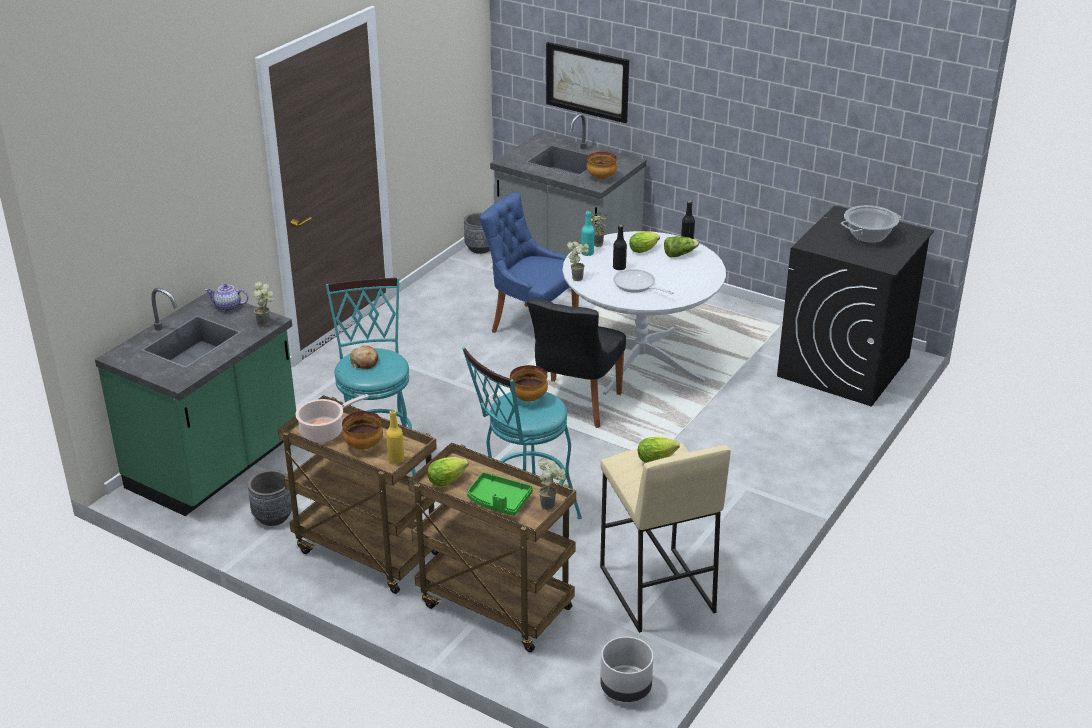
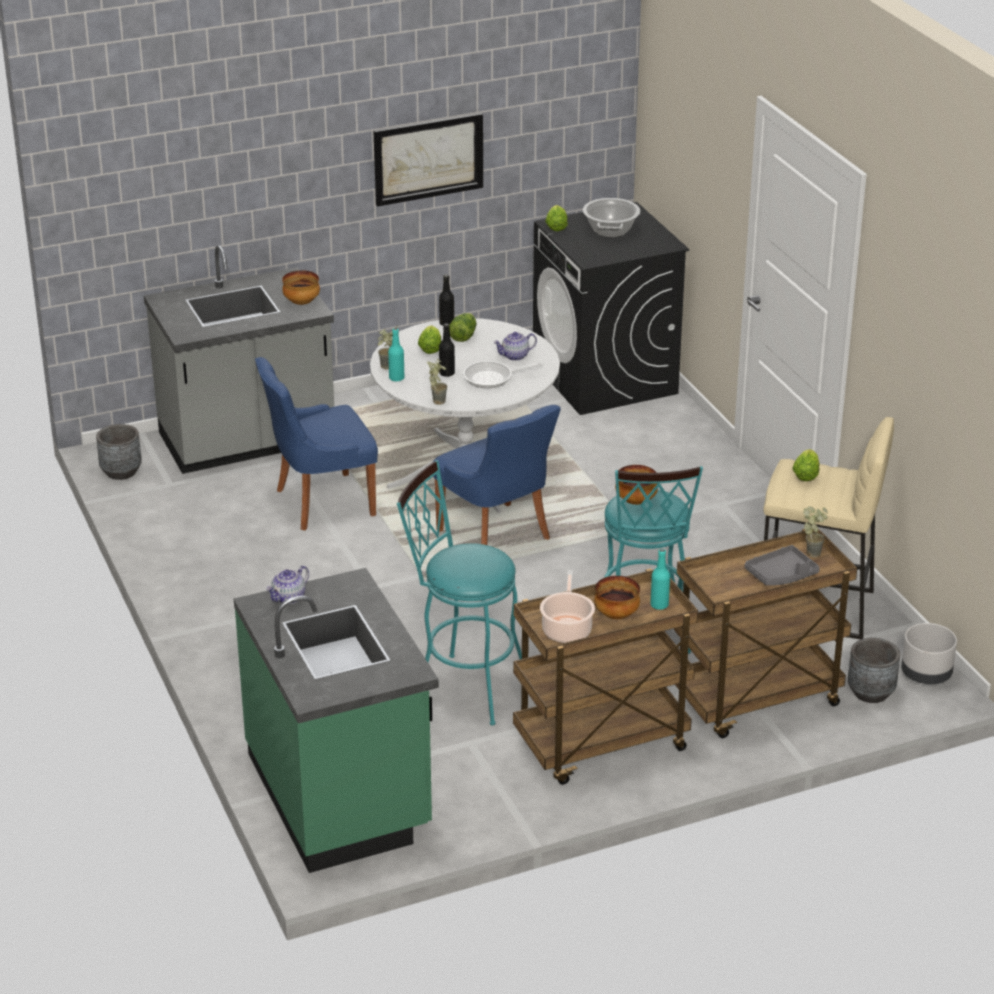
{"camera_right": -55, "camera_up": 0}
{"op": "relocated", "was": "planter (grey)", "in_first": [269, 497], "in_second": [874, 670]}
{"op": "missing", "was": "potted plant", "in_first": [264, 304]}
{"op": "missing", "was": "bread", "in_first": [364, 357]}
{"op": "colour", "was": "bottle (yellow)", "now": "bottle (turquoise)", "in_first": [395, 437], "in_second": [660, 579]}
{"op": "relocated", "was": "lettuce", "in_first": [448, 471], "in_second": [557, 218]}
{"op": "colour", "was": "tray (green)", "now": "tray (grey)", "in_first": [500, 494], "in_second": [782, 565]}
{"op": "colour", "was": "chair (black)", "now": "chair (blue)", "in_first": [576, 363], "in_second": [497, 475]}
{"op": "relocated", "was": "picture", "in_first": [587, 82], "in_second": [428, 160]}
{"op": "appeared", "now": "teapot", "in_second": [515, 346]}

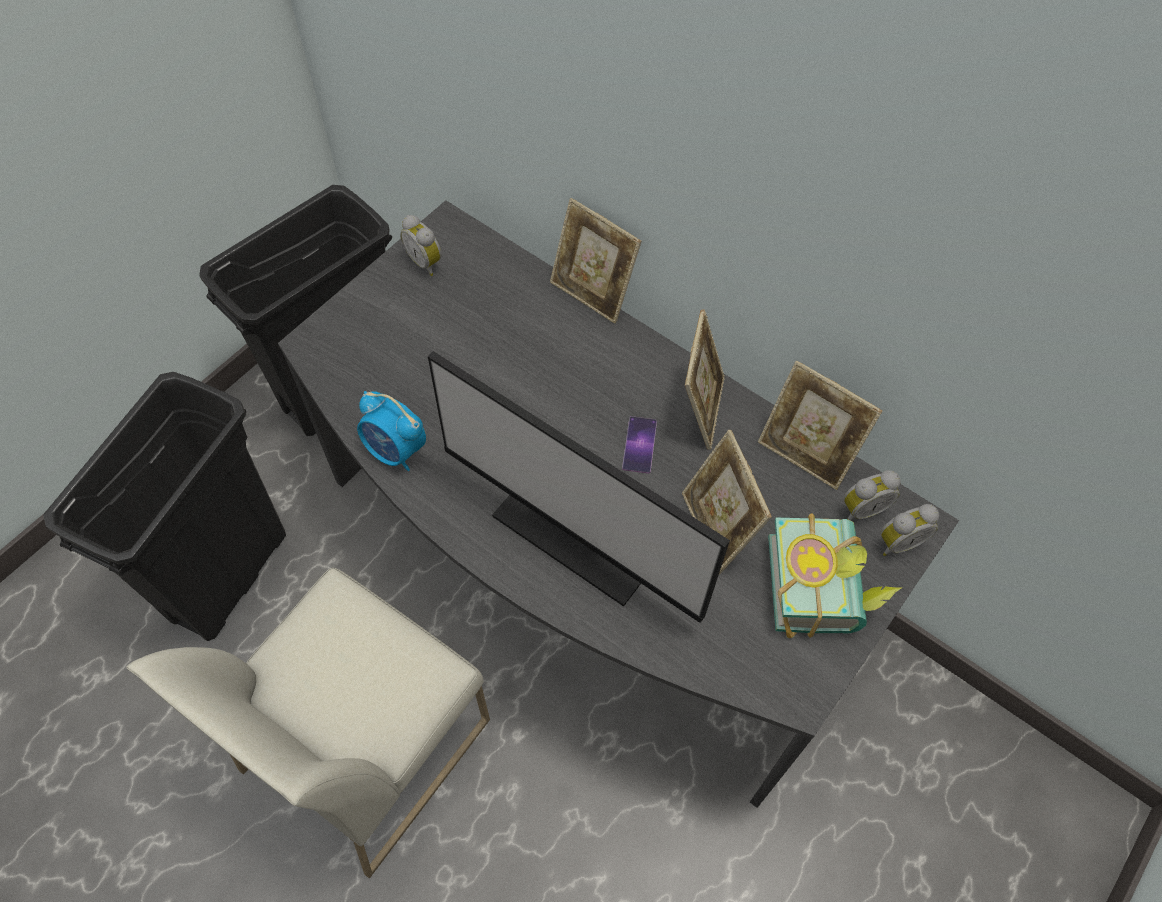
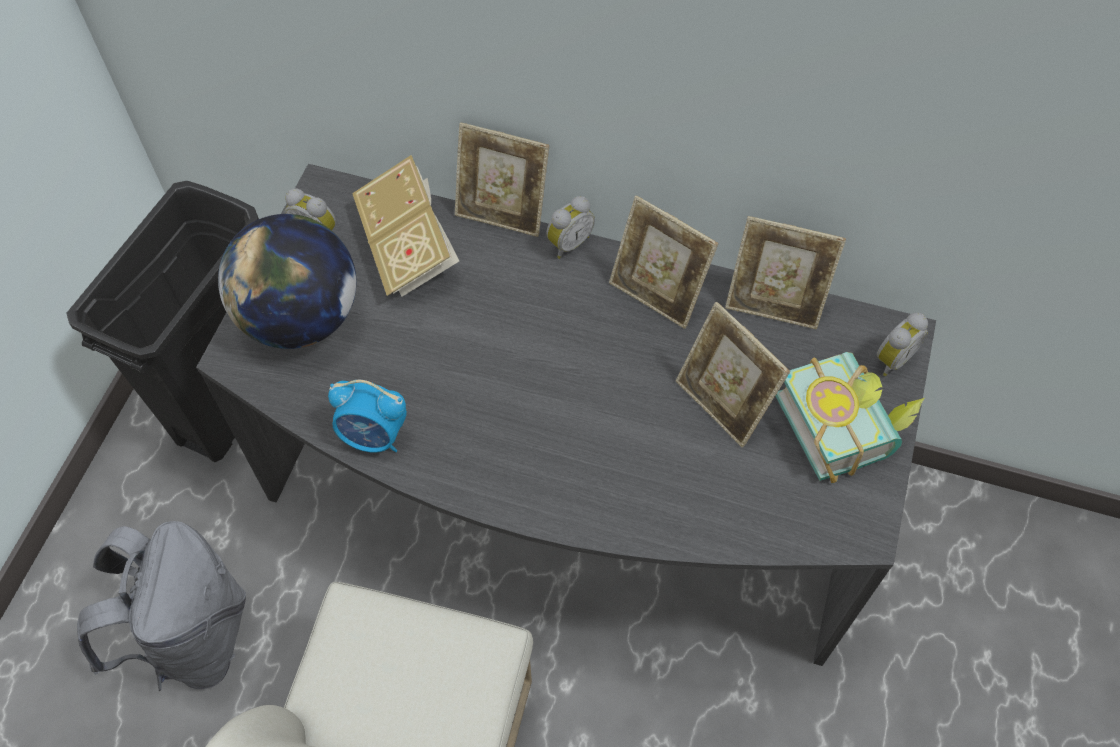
{"camera_right": -20, "camera_up": 0}
{"op": "exchanged", "was": "trash can (black)", "now": "backpack (grey)", "in_first": [164, 506], "in_second": [161, 606]}
{"op": "missing", "was": "monitor", "in_first": [579, 487]}
{"op": "missing", "was": "phone", "in_first": [639, 445]}
{"op": "spun", "was": "picture frame", "in_first": [705, 379], "in_second": [663, 262], "clockwise": 135}
{"op": "relocated", "was": "alarm clock", "in_first": [872, 495], "in_second": [571, 227]}
{"op": "appeared", "now": "globe", "in_second": [287, 281]}
{"op": "appeared", "now": "book", "in_second": [405, 226]}

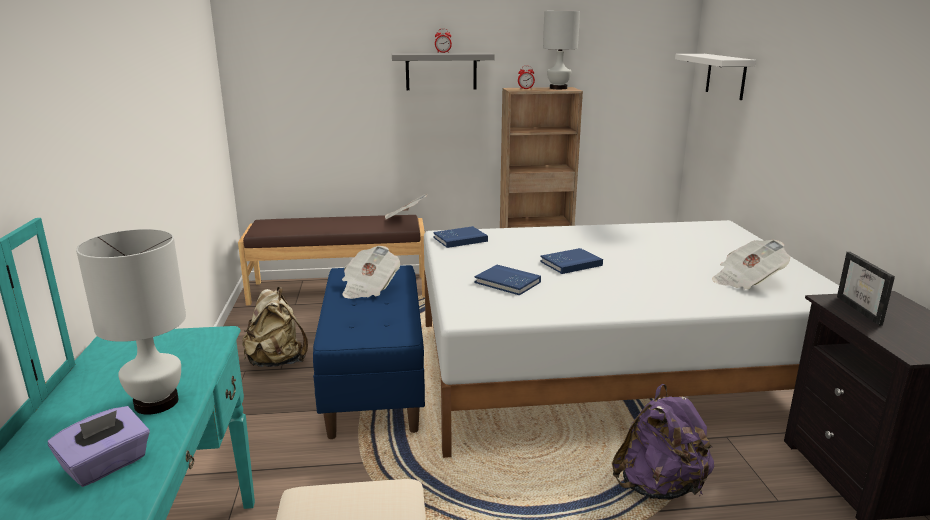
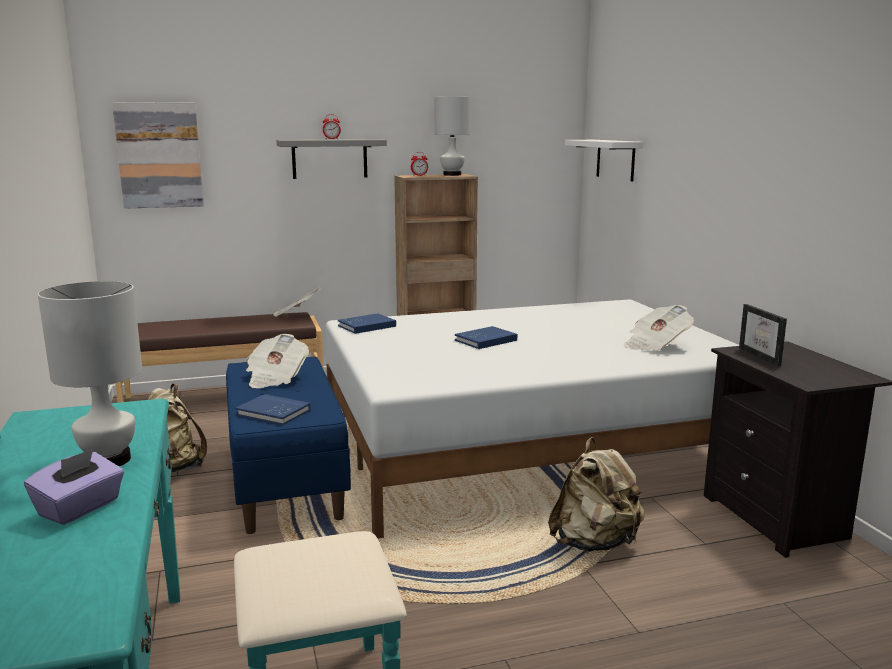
{"camera_right": -10, "camera_up": -5}
{"op": "relocated", "was": "book (blue)", "in_first": [508, 280], "in_second": [273, 409]}
{"op": "colour", "was": "backpack (purple)", "now": "backpack (beige)", "in_first": [663, 442], "in_second": [596, 494]}
{"op": "appeared", "now": "picture", "in_second": [158, 155]}

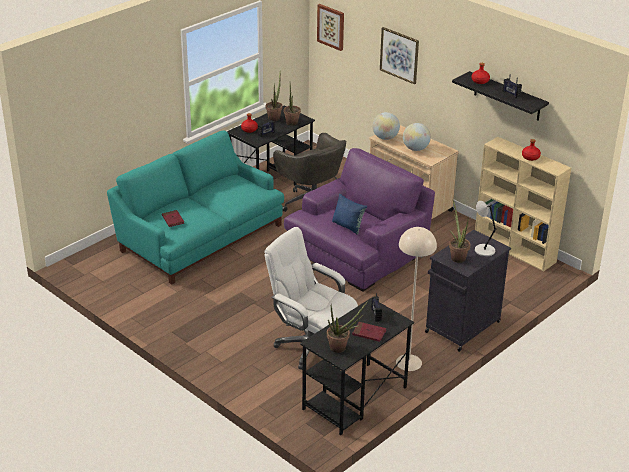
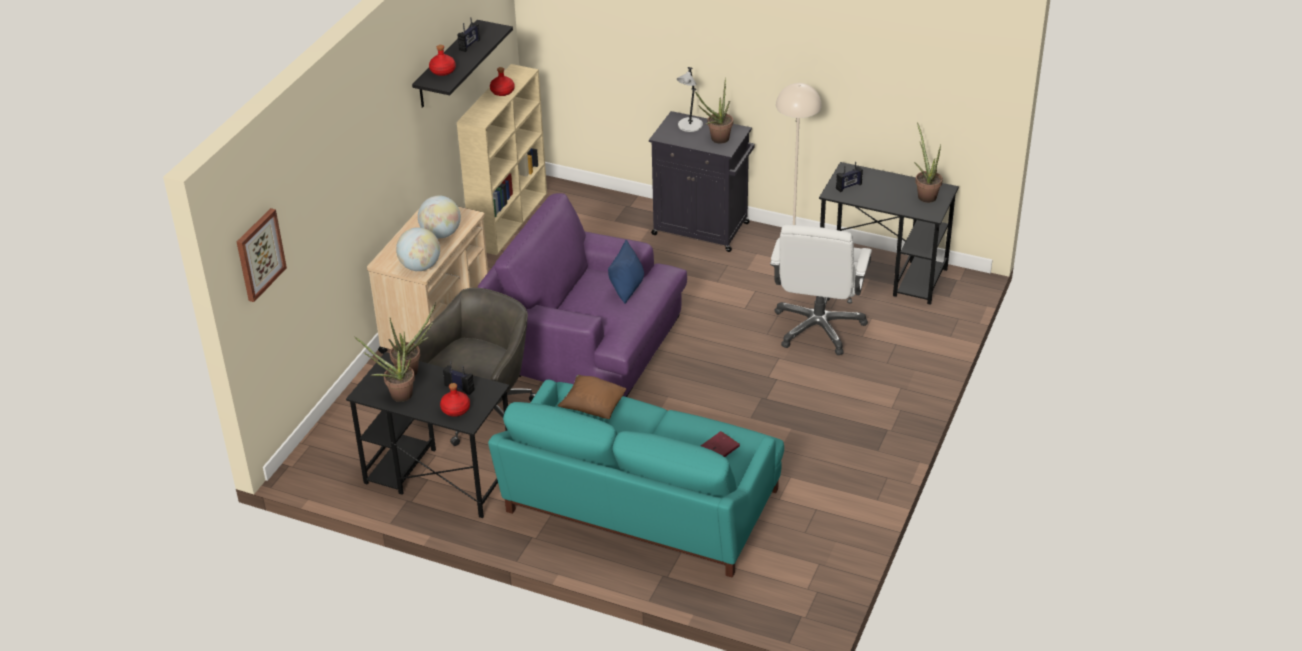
{"camera_right": -110, "camera_up": 5}
{"op": "missing", "was": "book (red)", "in_first": [369, 332]}
{"op": "missing", "was": "picture", "in_first": [399, 55]}
{"op": "appeared", "now": "pillow (brown)", "in_second": [592, 397]}

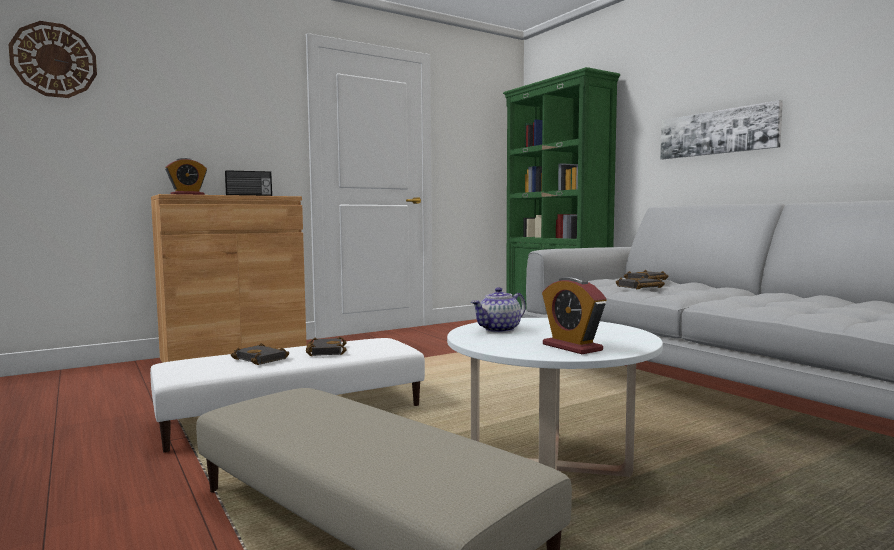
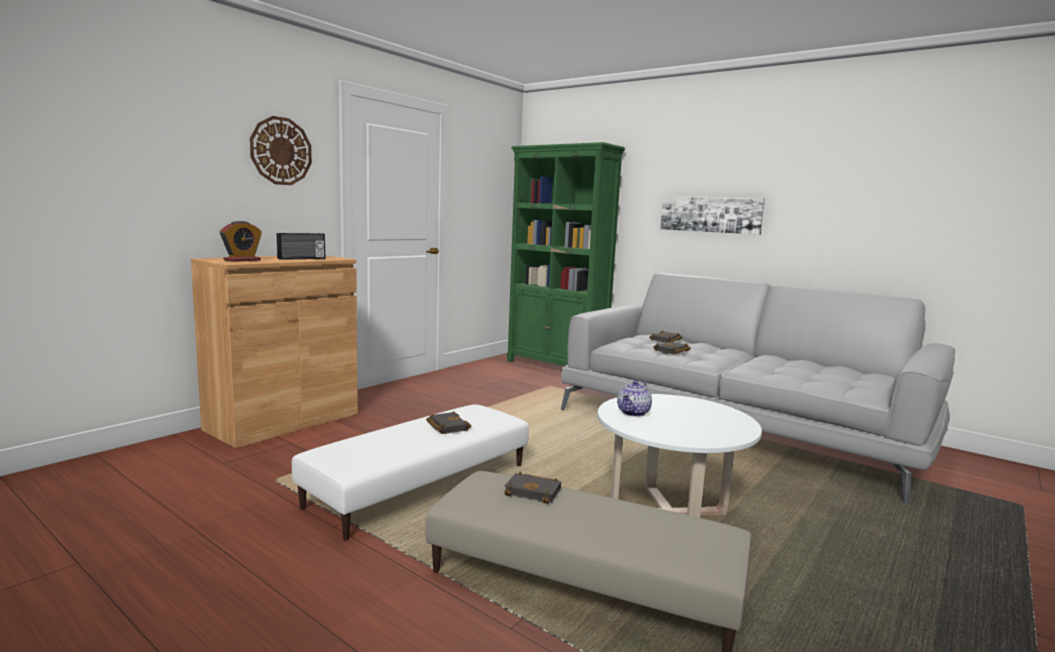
{"camera_right": -20, "camera_up": 5}
{"op": "relocated", "was": "wall clock", "in_first": [52, 59], "in_second": [281, 150]}
{"op": "relocated", "was": "book (black)", "in_first": [260, 354], "in_second": [532, 488]}
{"op": "missing", "was": "alarm clock", "in_first": [574, 315]}

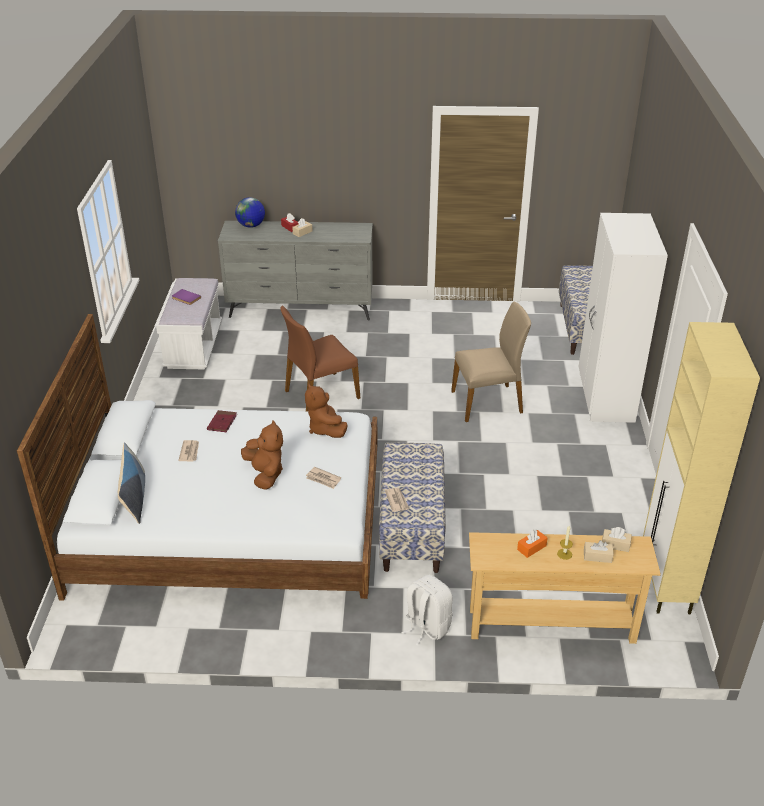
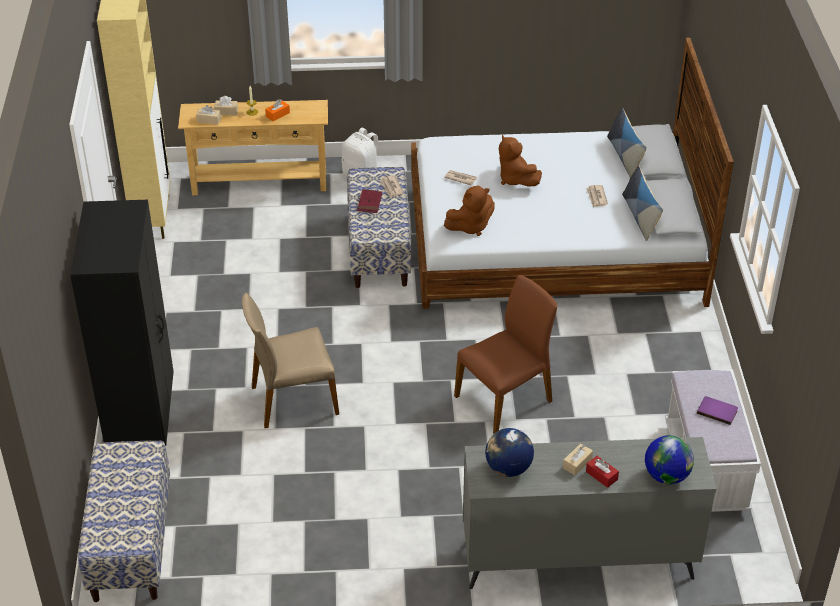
{"camera_right": 175, "camera_up": 5}
{"op": "relocated", "was": "book (red)", "in_first": [222, 421], "in_second": [369, 201]}
{"op": "spun", "was": "plush toy (brown)", "in_first": [326, 410], "in_second": [469, 211], "clockwise": 90}
{"op": "colour", "was": "wardrobe (white)", "now": "wardrobe (black)", "in_first": [623, 318], "in_second": [122, 323]}
{"op": "appeared", "now": "globe", "in_second": [509, 452]}
{"op": "appeared", "now": "pillow", "in_second": [642, 203]}

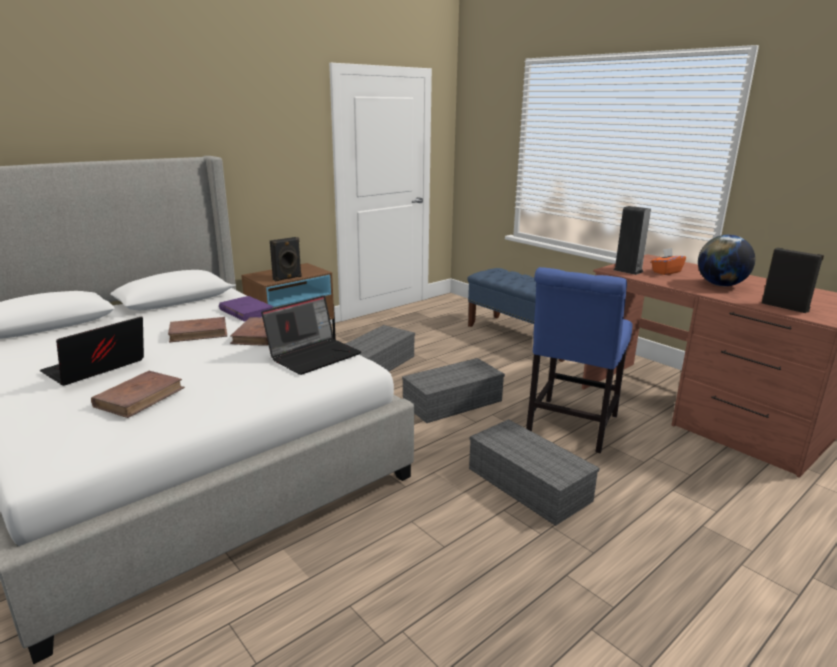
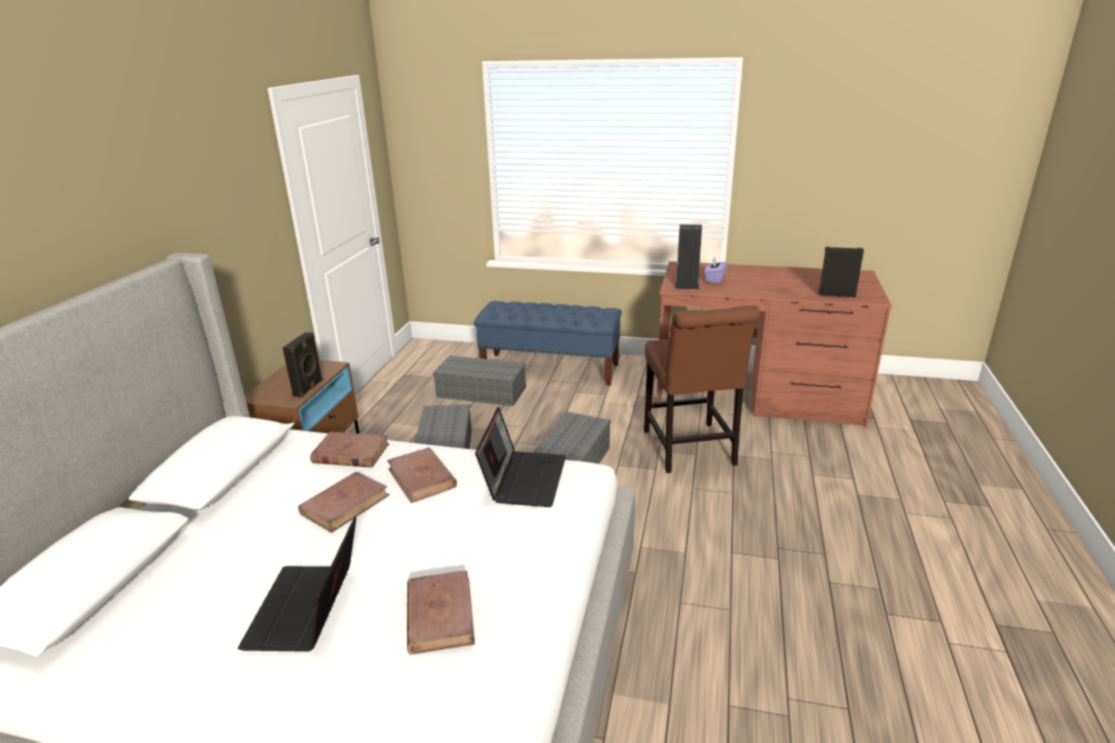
{"camera_right": -35, "camera_up": 5}
{"op": "colour", "was": "book (purple)", "now": "book (brown)", "in_first": [246, 309], "in_second": [349, 450]}
{"op": "relocated", "was": "storage box (grey)", "in_first": [534, 472], "in_second": [479, 380]}
{"op": "colour", "was": "chair (blue)", "now": "chair (brown)", "in_first": [579, 360], "in_second": [702, 389]}
{"op": "colour", "was": "tissue box (orange)", "now": "tissue box (purple)", "in_first": [668, 261], "in_second": [715, 270]}
{"op": "missing", "was": "globe", "in_first": [726, 260]}

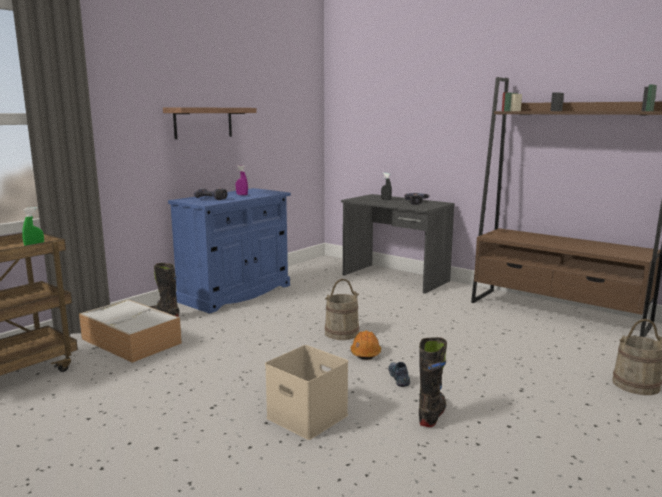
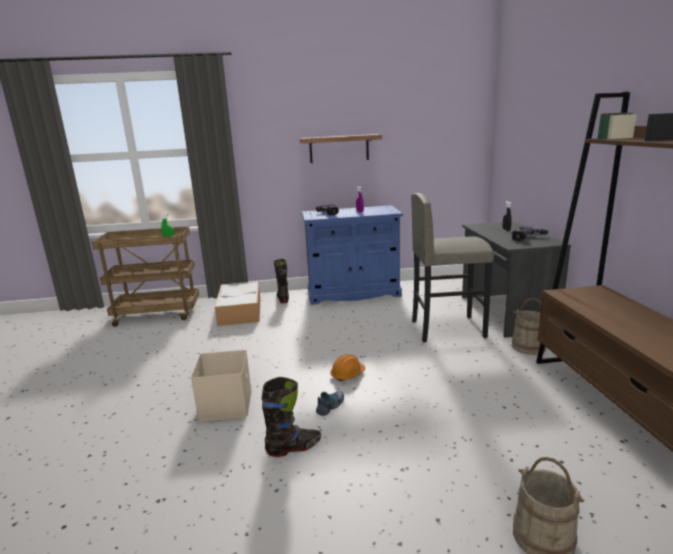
{"camera_right": 45, "camera_up": 5}
{"op": "relocated", "was": "bucket (beige)", "in_first": [342, 309], "in_second": [529, 326]}
{"op": "appeared", "now": "stool (grey)", "in_second": [452, 267]}

